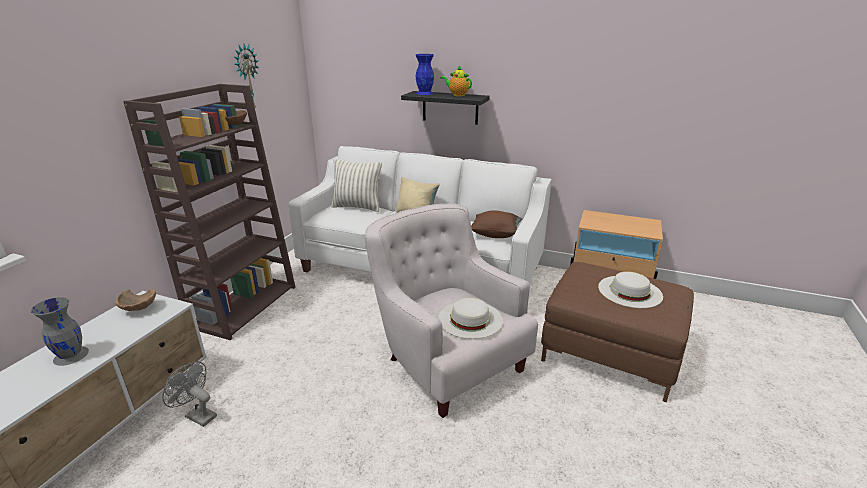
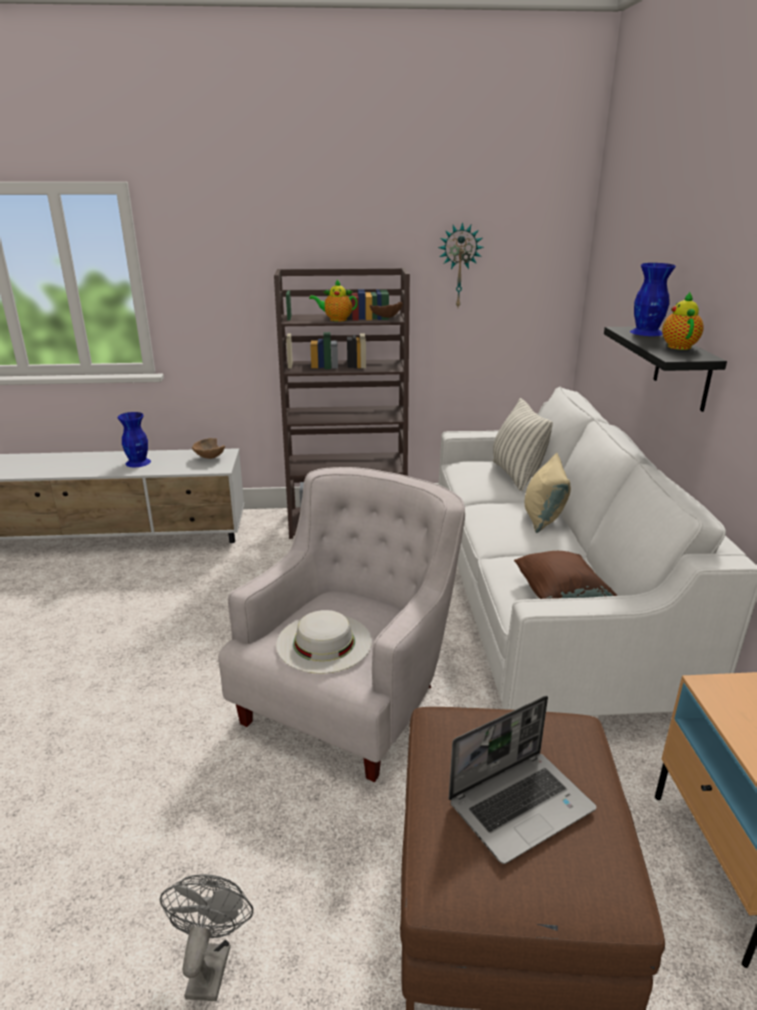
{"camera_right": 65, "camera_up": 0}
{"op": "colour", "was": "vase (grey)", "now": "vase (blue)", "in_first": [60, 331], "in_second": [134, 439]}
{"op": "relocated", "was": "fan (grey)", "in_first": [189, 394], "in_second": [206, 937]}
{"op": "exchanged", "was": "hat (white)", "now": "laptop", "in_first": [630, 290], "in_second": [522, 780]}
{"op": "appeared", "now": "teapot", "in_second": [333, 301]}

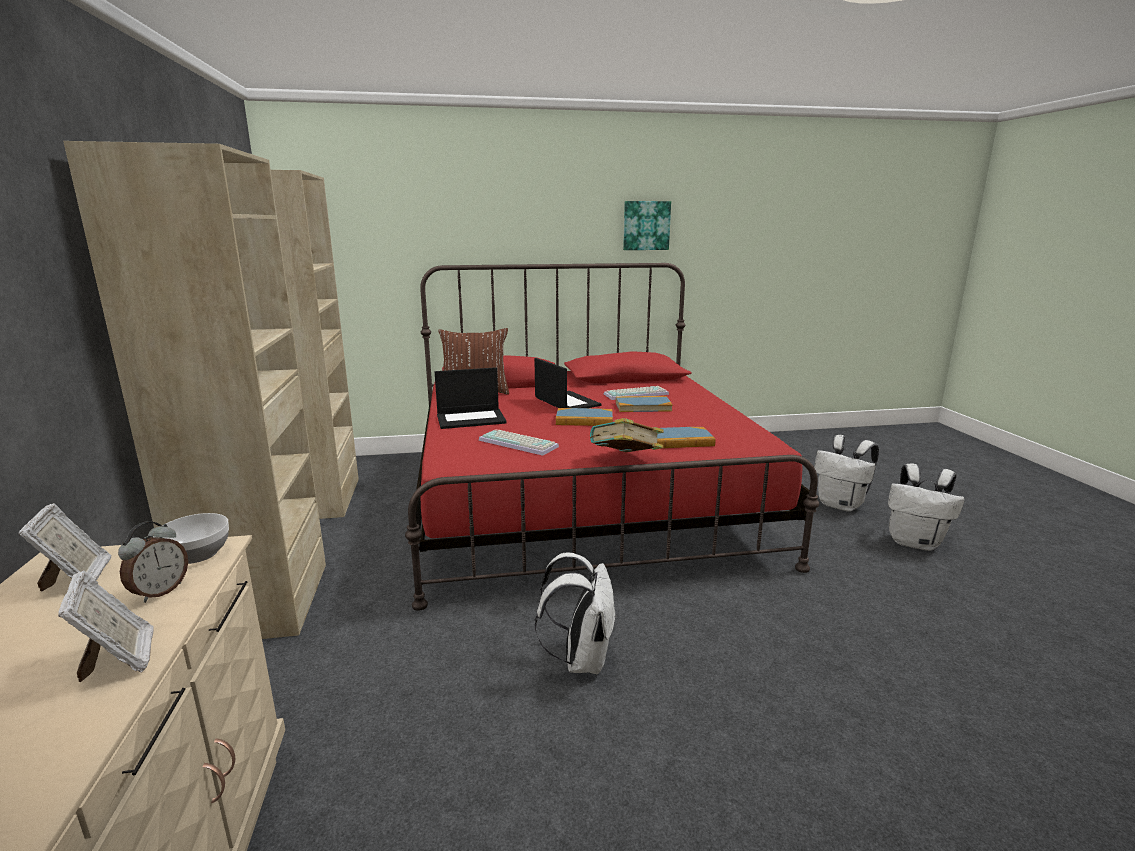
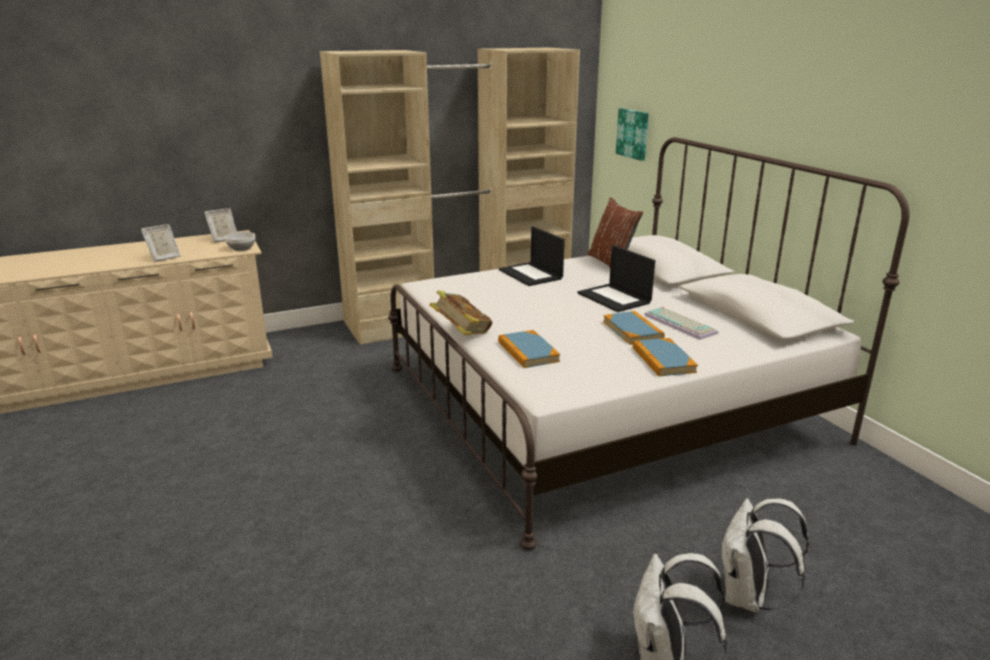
{"camera_right": 75, "camera_up": 5}
{"op": "missing", "was": "alarm clock", "in_first": [153, 562]}
{"op": "colour", "was": "bed (red)", "now": "bed (white)", "in_first": [612, 437], "in_second": [649, 343]}
{"op": "missing", "was": "keyboard", "in_first": [519, 442]}
{"op": "spun", "was": "laptop", "in_first": [567, 383], "in_second": [616, 278], "clockwise": 105}
{"op": "missing", "was": "backpack (white)", "in_first": [575, 613]}
{"op": "relocated", "was": "book", "in_first": [584, 417], "in_second": [665, 357]}
{"op": "relocated", "was": "picture", "in_first": [647, 225], "in_second": [632, 134]}

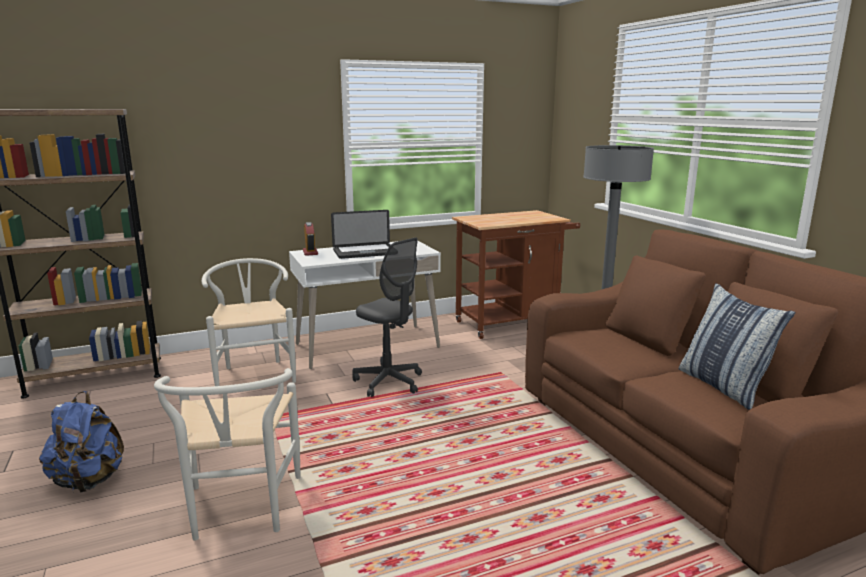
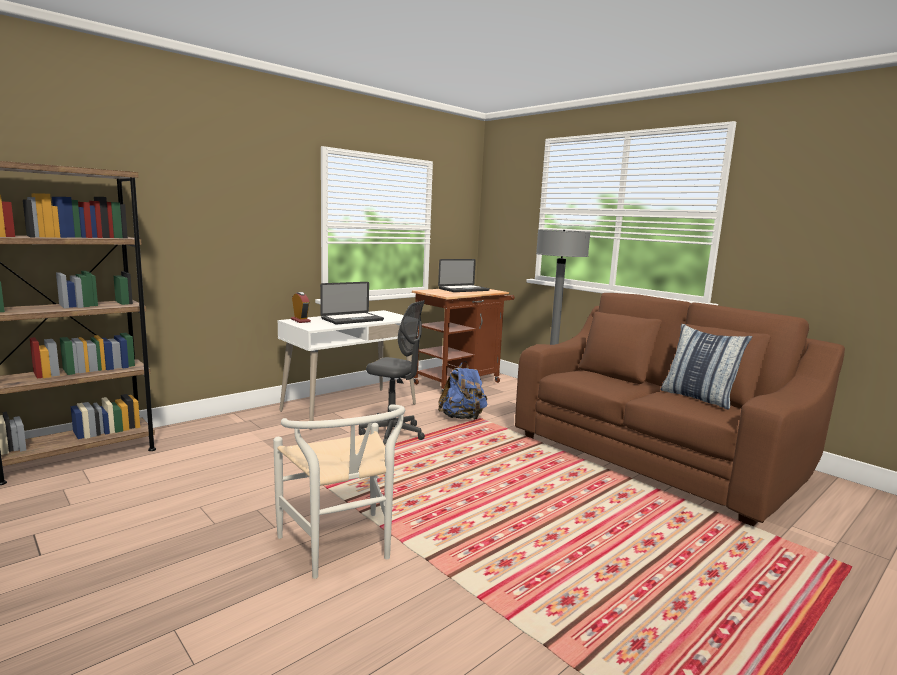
{"camera_right": -20, "camera_up": -5}
{"op": "relocated", "was": "backpack (blue)", "in_first": [81, 441], "in_second": [462, 390]}
{"op": "missing", "was": "chair (white)", "in_first": [249, 322]}
{"op": "appeared", "now": "laptop", "in_second": [464, 275]}

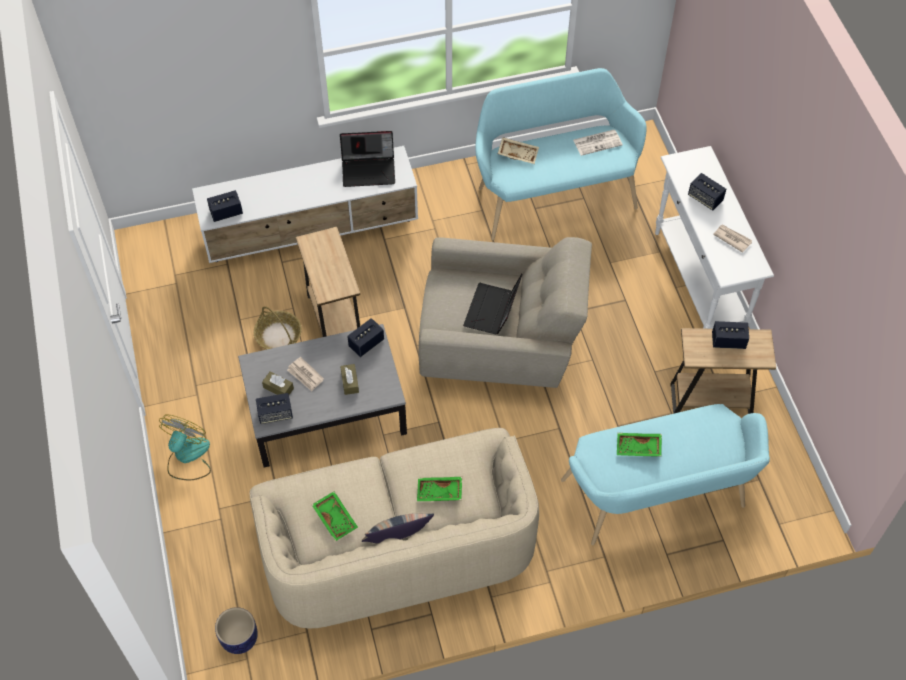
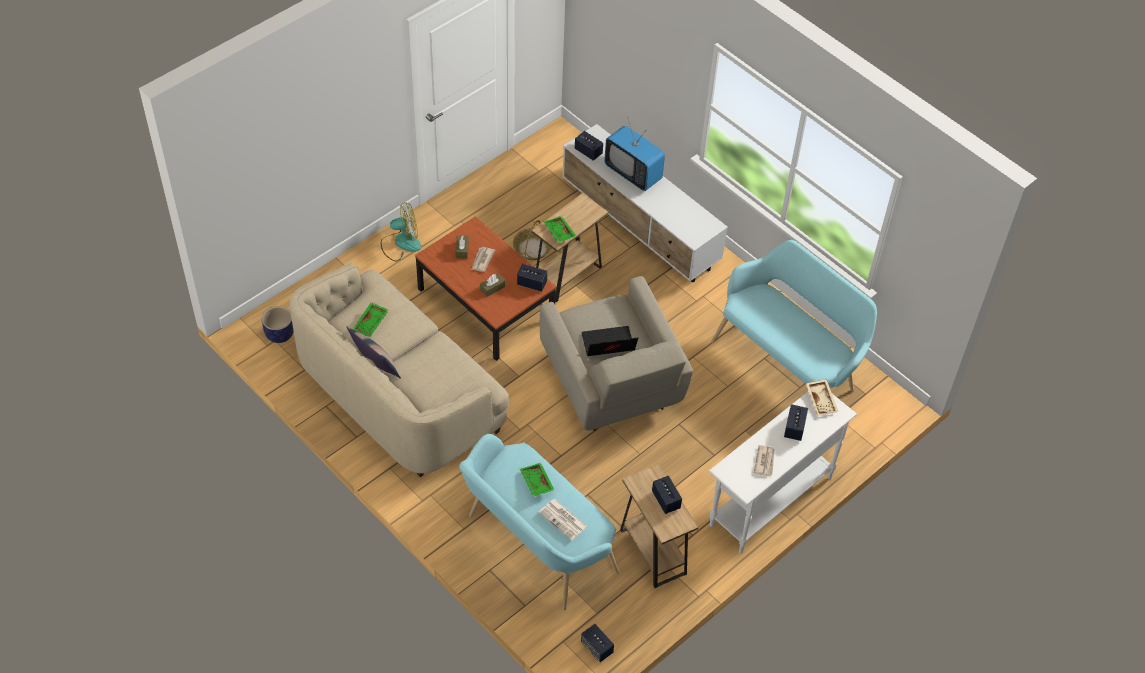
{"camera_right": 60, "camera_up": -5}
{"op": "colour", "was": "coffee table (grey)", "now": "coffee table (brown)", "in_first": [322, 396], "in_second": [485, 289]}
{"op": "relocated", "was": "speaker", "in_first": [274, 408], "in_second": [597, 643]}
{"op": "missing", "was": "laptop", "in_first": [367, 159]}
{"op": "relocated", "was": "tray (green)", "in_first": [439, 489], "in_second": [559, 229]}
{"op": "relocated", "was": "tray (beige)", "in_first": [518, 150], "in_second": [822, 397]}
{"op": "relocated", "was": "newspaper", "in_first": [598, 143], "in_second": [562, 519]}
{"op": "appeared", "now": "television", "in_second": [634, 155]}

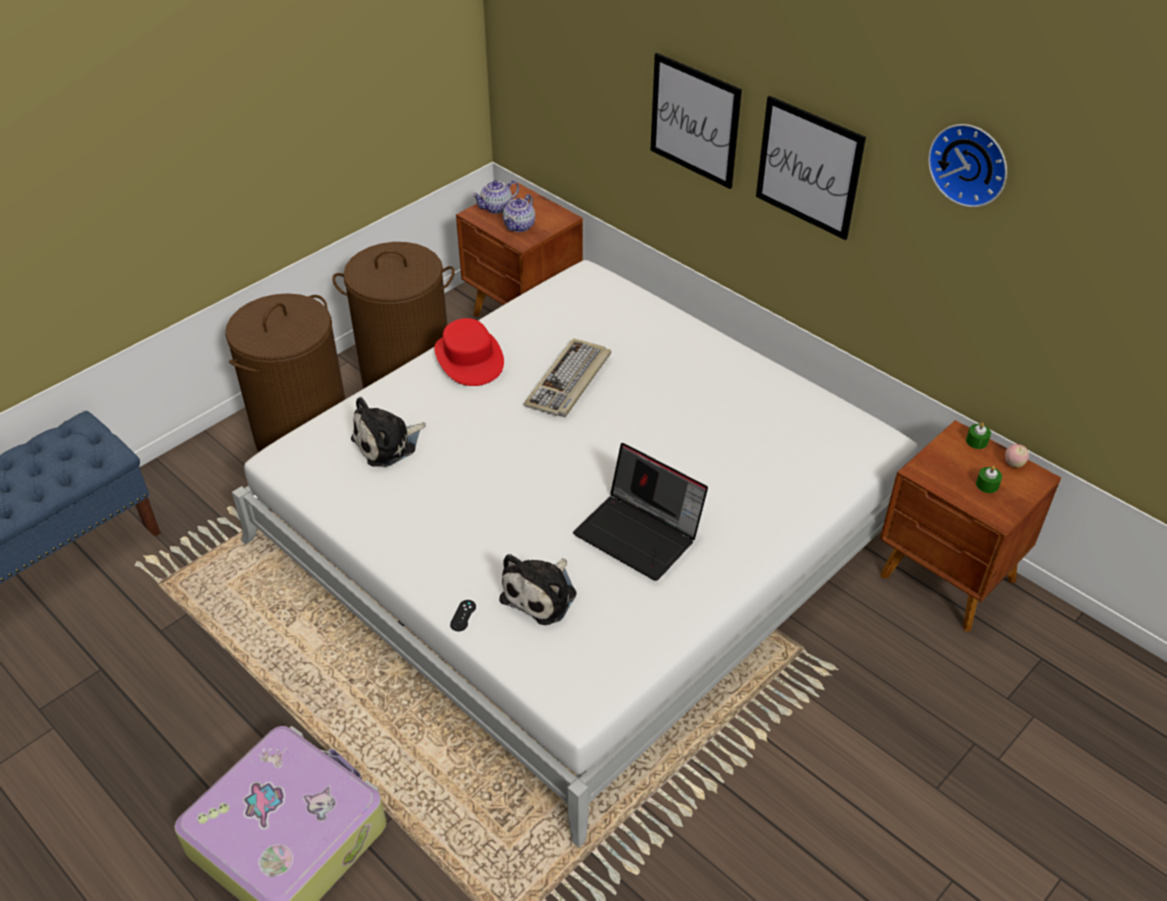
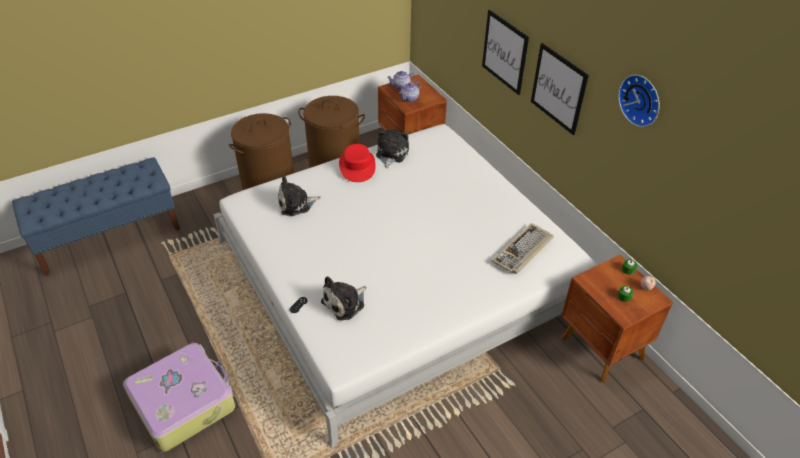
{"camera_right": 15, "camera_up": 0}
{"op": "relocated", "was": "keyboard", "in_first": [567, 378], "in_second": [522, 248]}
{"op": "missing", "was": "laptop", "in_first": [640, 512]}
{"op": "appeared", "now": "plush toy", "in_second": [392, 149]}

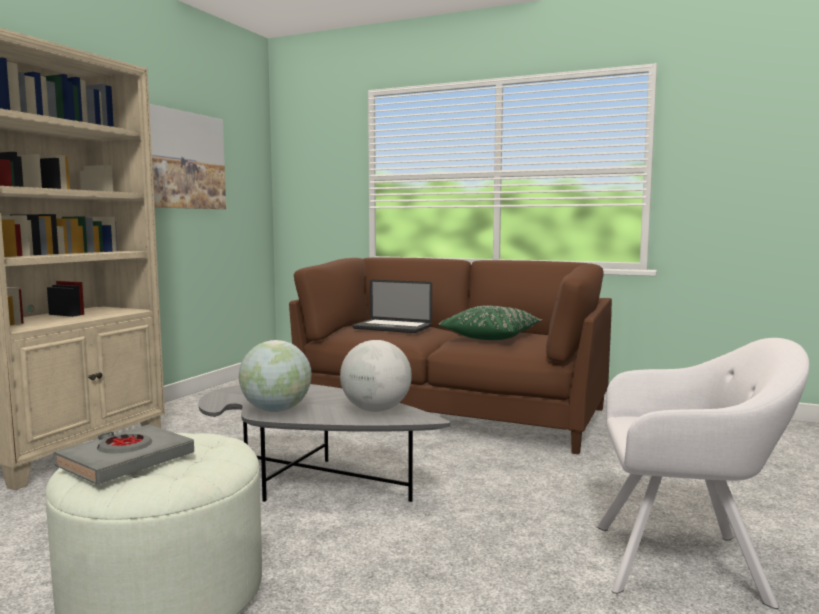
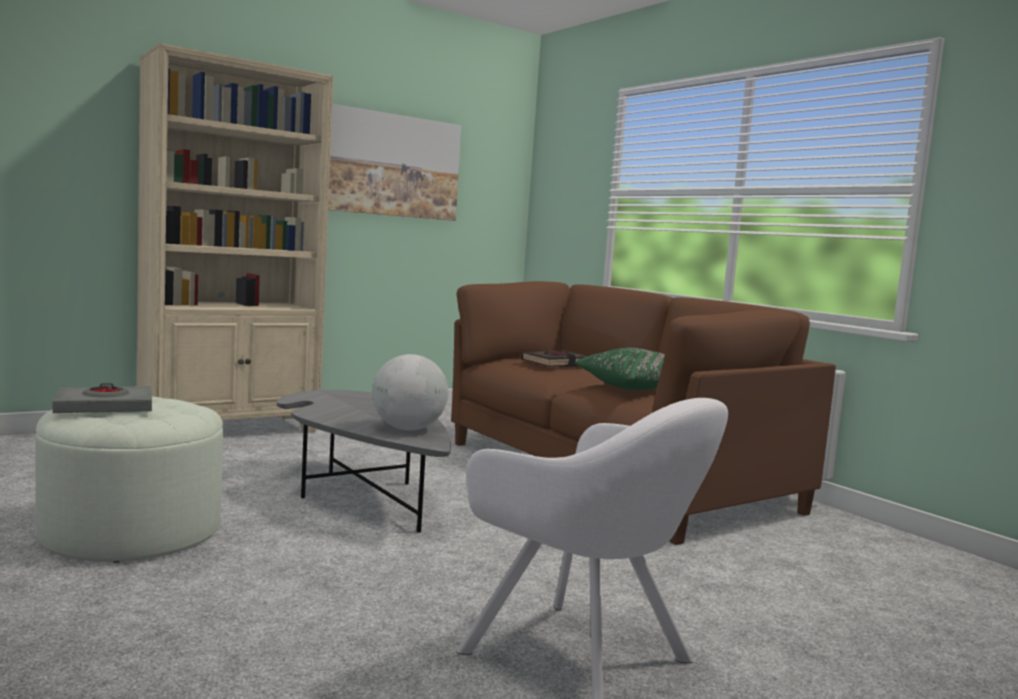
{"camera_right": 30, "camera_up": 0}
{"op": "missing", "was": "globe", "in_first": [275, 376]}
{"op": "exchanged", "was": "laptop", "now": "book (black)", "in_first": [392, 306], "in_second": [554, 358]}

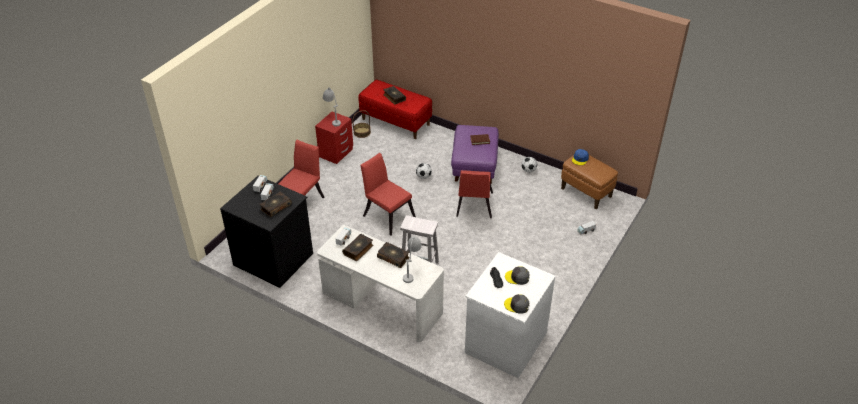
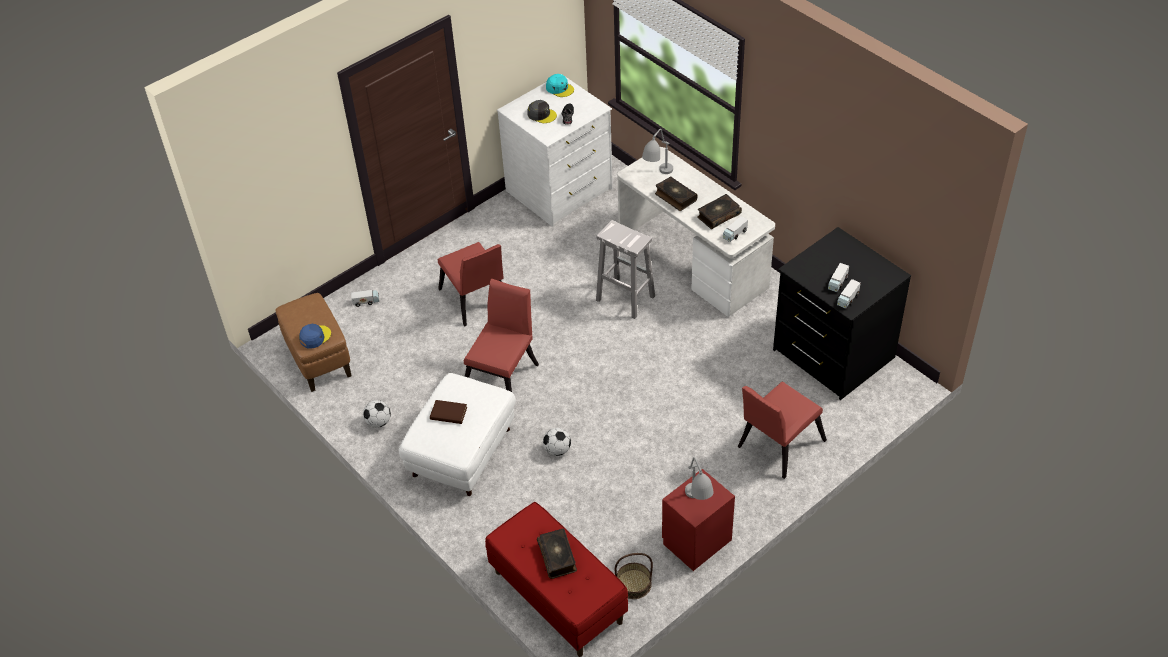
{"camera_right": -160, "camera_up": 5}
{"op": "missing", "was": "book", "in_first": [276, 204]}
{"op": "relocated", "was": "chair (red)", "in_first": [388, 194], "in_second": [471, 284]}
{"op": "colour", "was": "ottoman (purple)", "now": "ottoman (white)", "in_first": [475, 154], "in_second": [457, 434]}
{"op": "colour", "was": "cap (grey)", "now": "cap (turquoise)", "in_first": [516, 304], "in_second": [560, 85]}

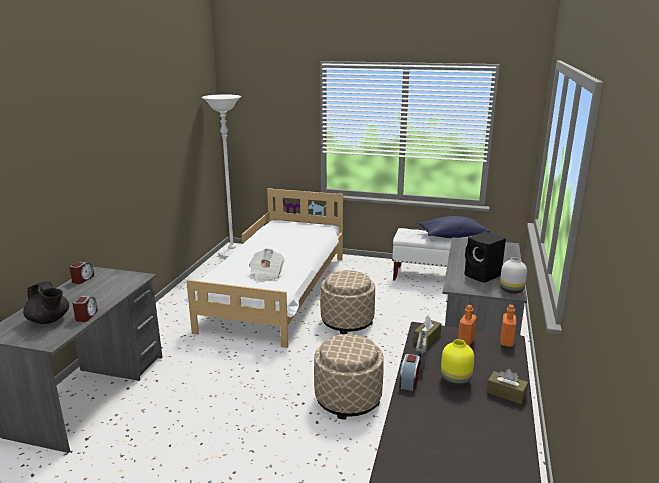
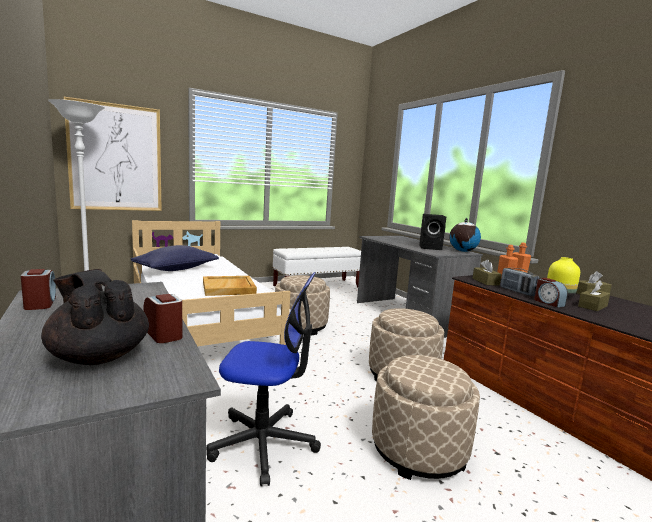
{"camera_right": -45, "camera_up": -10}
{"op": "spun", "was": "teapot (black)", "in_first": [46, 302], "in_second": [95, 317], "clockwise": -135}
{"op": "exchanged", "was": "newspaper", "now": "tray (beige)", "in_first": [267, 265], "in_second": [230, 286]}
{"op": "relocated", "was": "pillow (blue)", "in_first": [454, 227], "in_second": [175, 258]}
{"op": "exchanged", "was": "vase (white)", "now": "globe", "in_first": [513, 275], "in_second": [465, 235]}
{"op": "appeared", "now": "picture", "in_second": [113, 154]}
{"op": "appeared", "now": "office chair", "in_second": [263, 379]}
{"op": "appeared", "now": "ottoman (beige)", "in_second": [426, 417]}
{"op": "appeared", "now": "tissue box (brown)", "in_second": [594, 295]}

